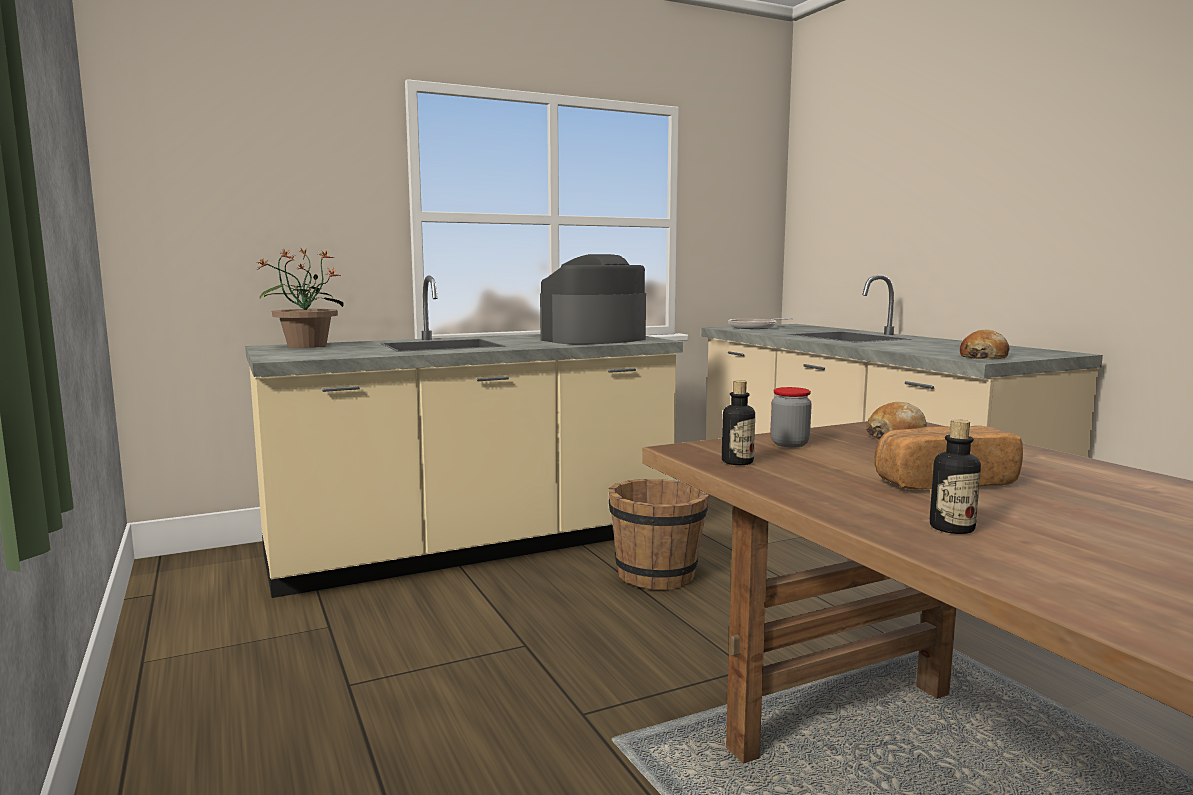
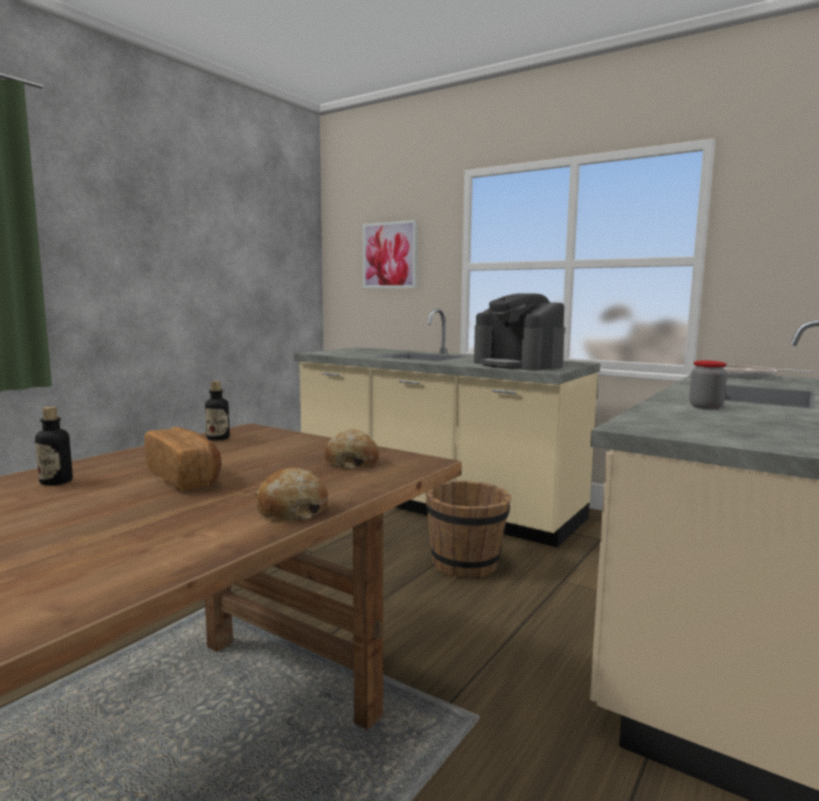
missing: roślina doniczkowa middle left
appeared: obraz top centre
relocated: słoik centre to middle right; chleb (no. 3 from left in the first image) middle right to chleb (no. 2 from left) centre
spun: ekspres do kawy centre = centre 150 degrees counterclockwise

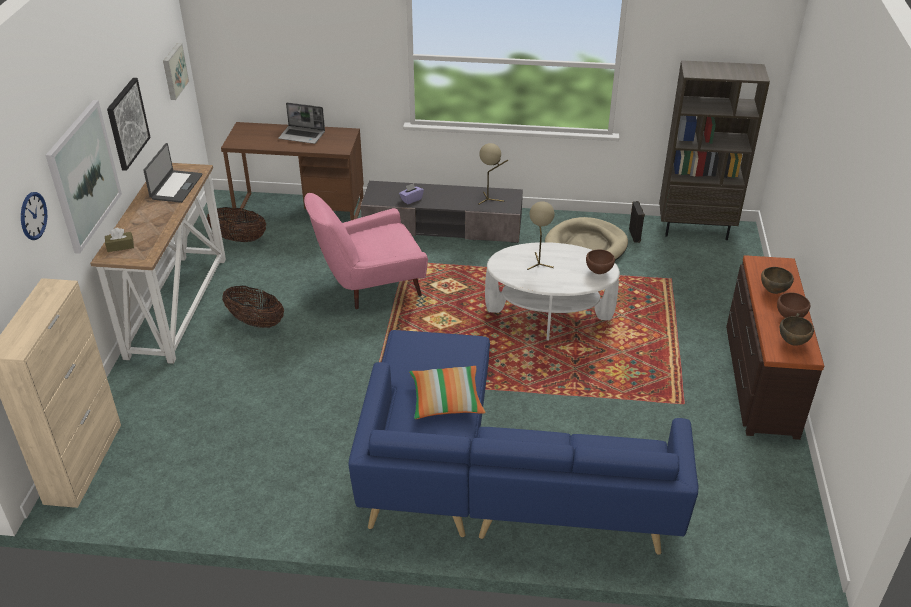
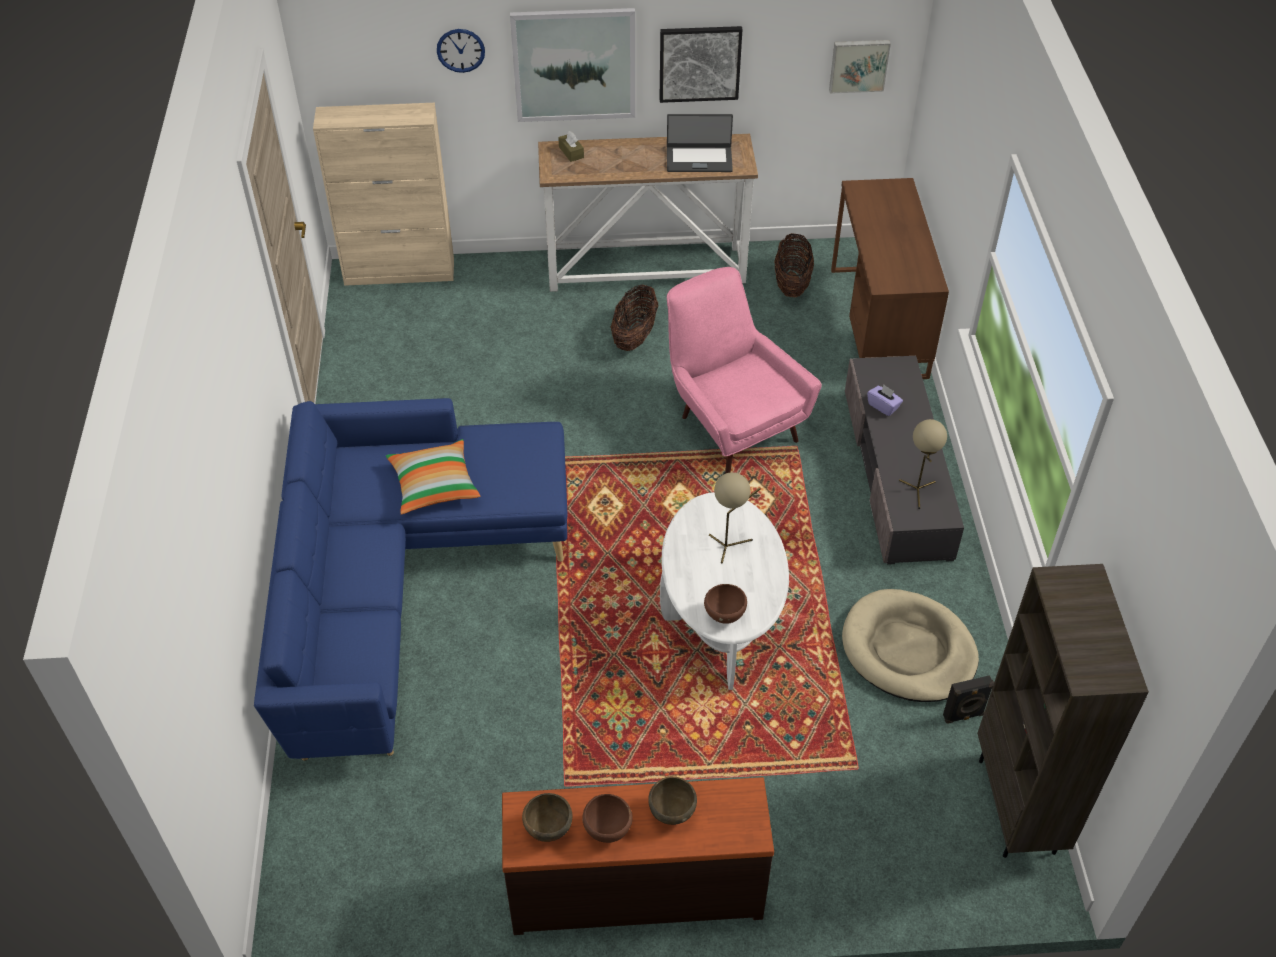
missing: laptop (no. 2 from left) top left

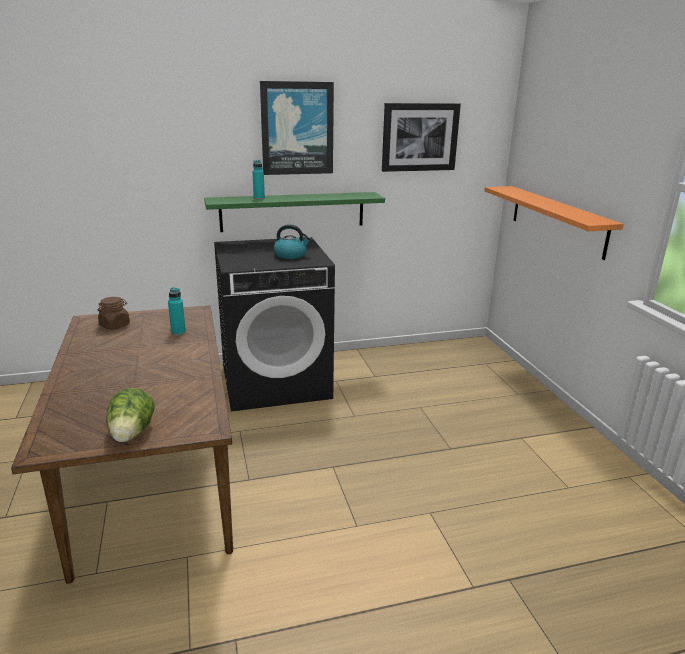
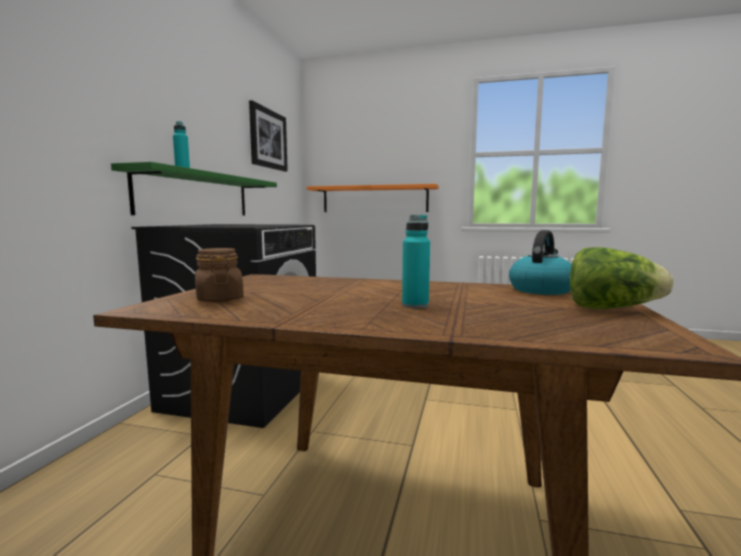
missing: obraz (no. 1 from left) top centre
relocated: butelka [turkusowy] (no. 1 from left in the first image) middle left to butelka [turkusowy] (no. 2 from left) centre; czajnik centre to middle right

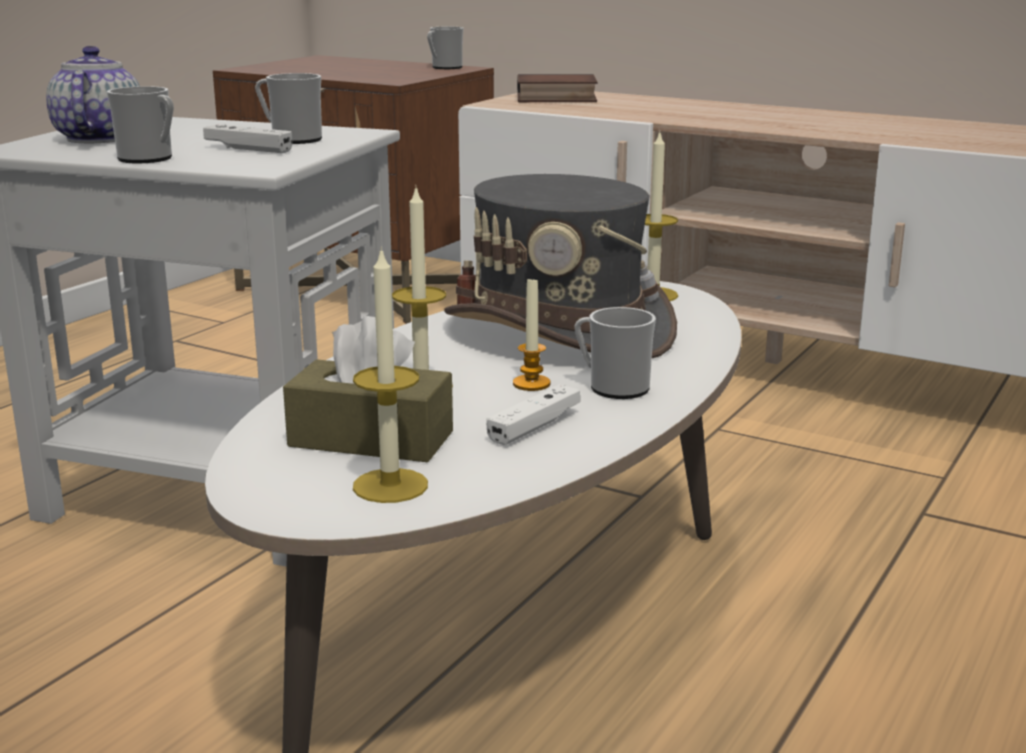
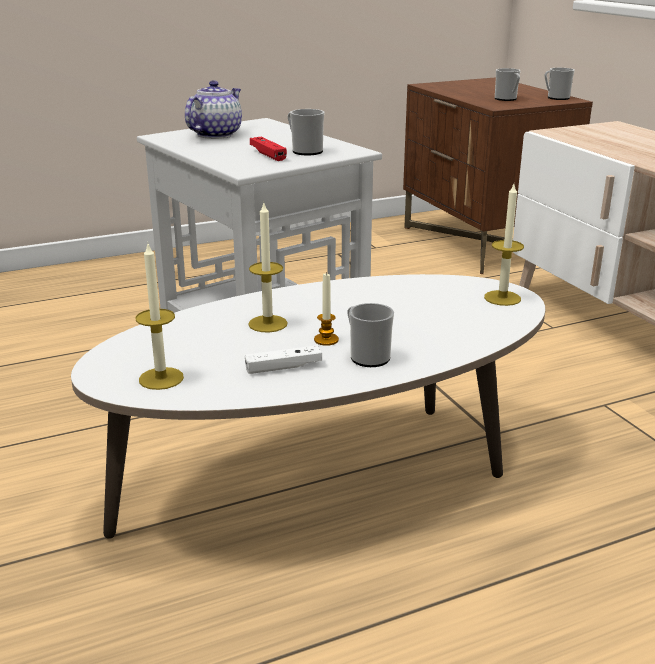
missing: pudełko chusteczek [brązowy] centre; kapelusz [szary] centre; książka top centre
relocated: kubek (no. 1 from left in the first image) top left to kubek (no. 3 from left) top right
colour: pad do gier [biały] (no. 1 from left) top left to pad do gier [czerwony] top centre

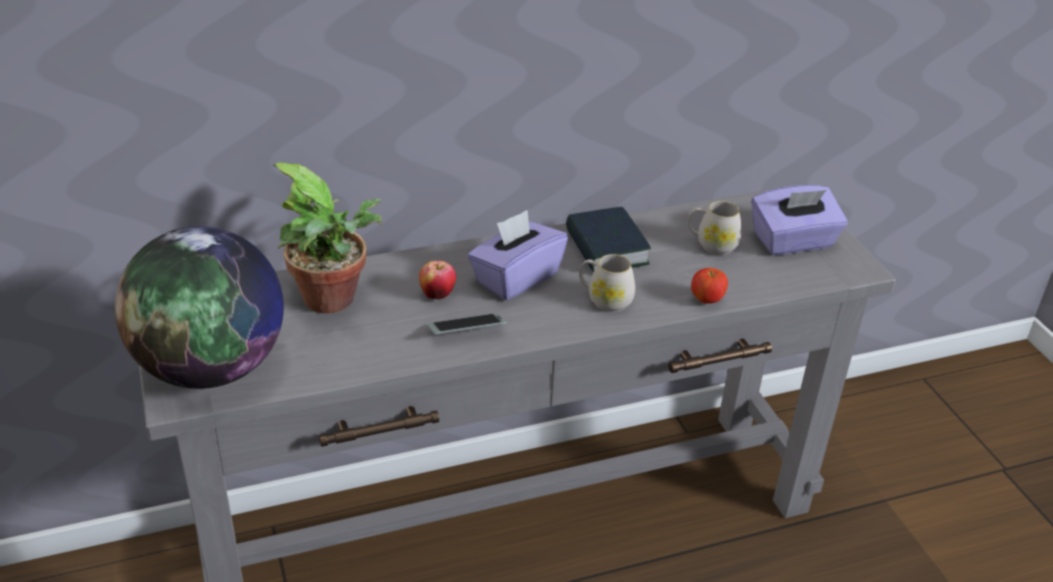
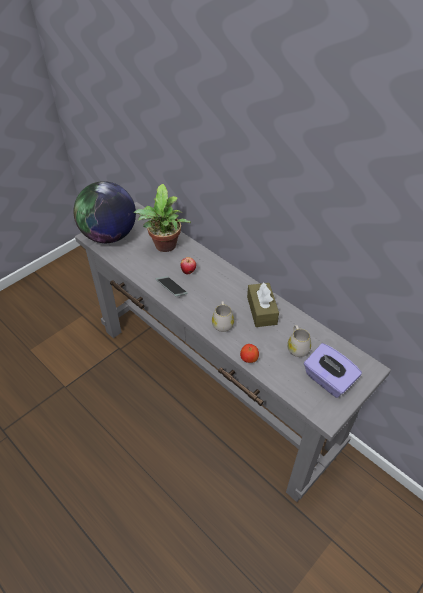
missing: pudełko chusteczek [fioletowy] (no. 1 from left) centre
exchanged: książka centre to pudełko chusteczek [brązowy] centre

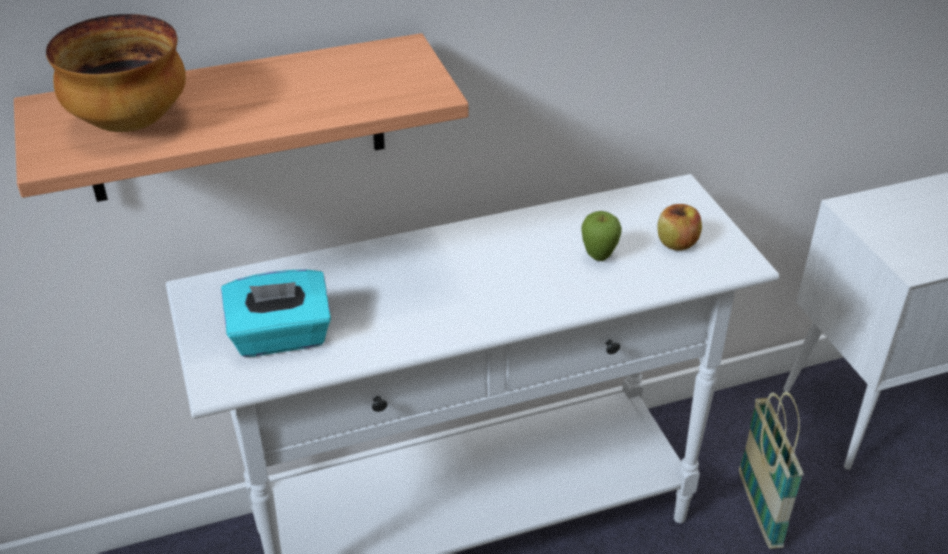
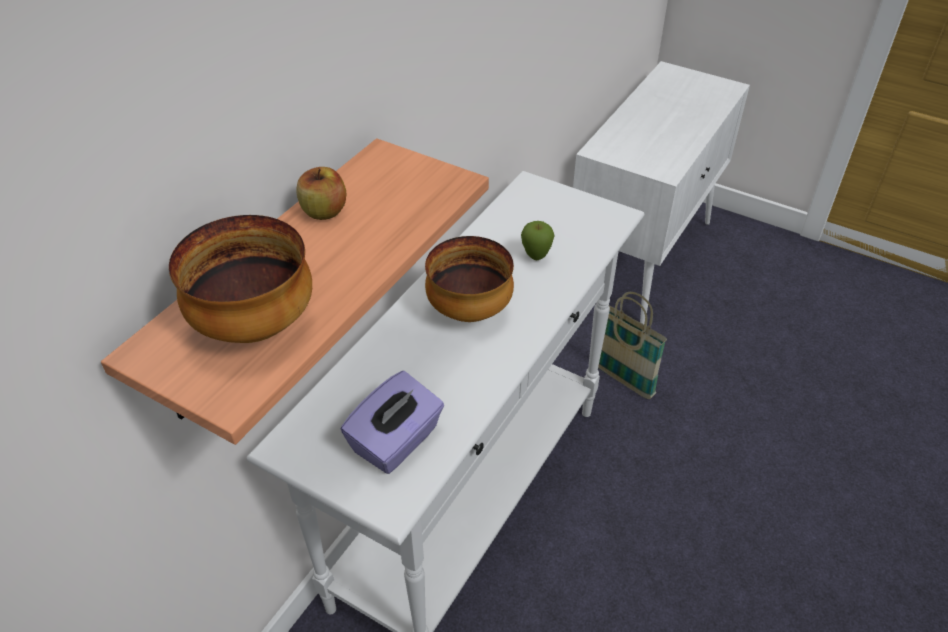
appeared: miska (no. 2 from left) centre
relocated: jabłko (no. 2 from left in the first image) middle right to jabłko (no. 1 from left) top centre
colour: pudełko chusteczek [turkusowy] middle left to pudełko chusteczek [fioletowy] bottom centre

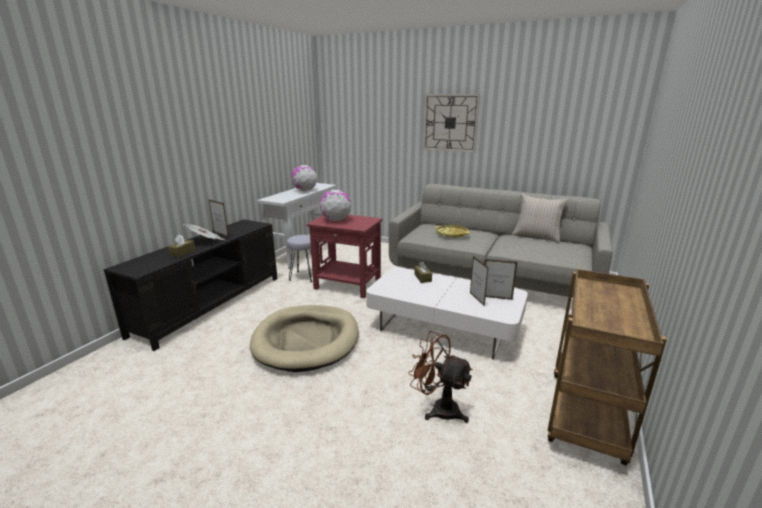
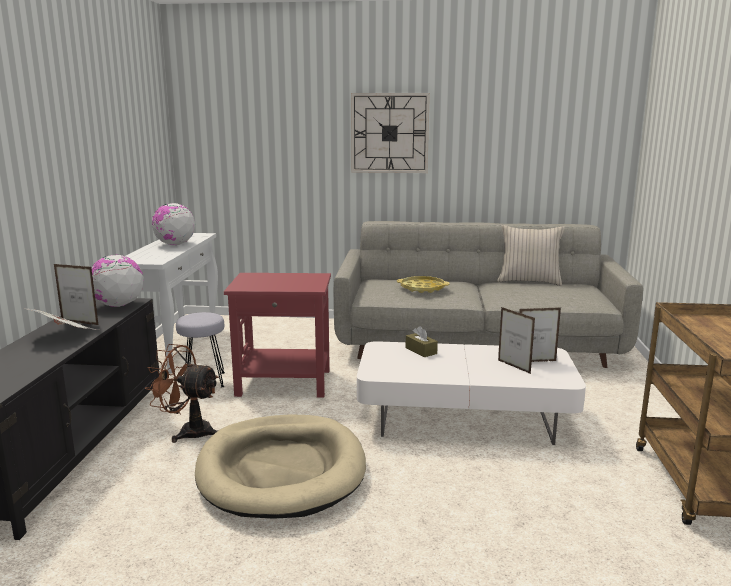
missing: pudełko chusteczek [brązowy] (no. 1 from left) middle left
relocated: globus (no. 2 from left in the first image) centre to globus (no. 1 from left) middle left; wentylator [brązowy] bottom centre to bottom left

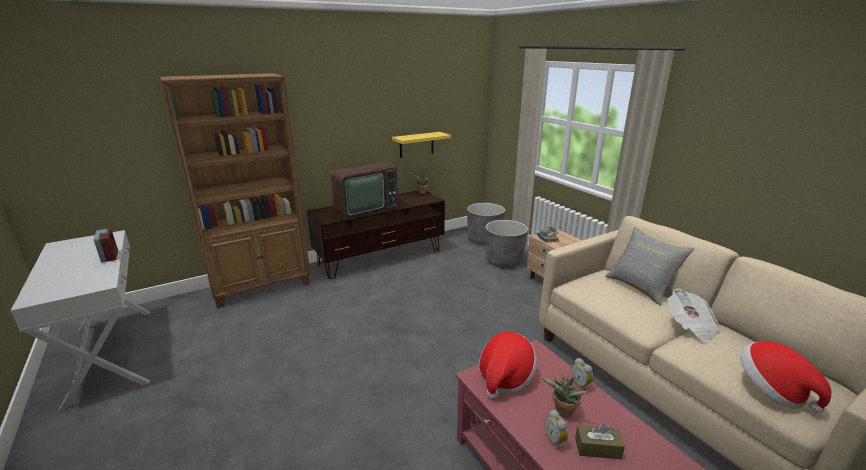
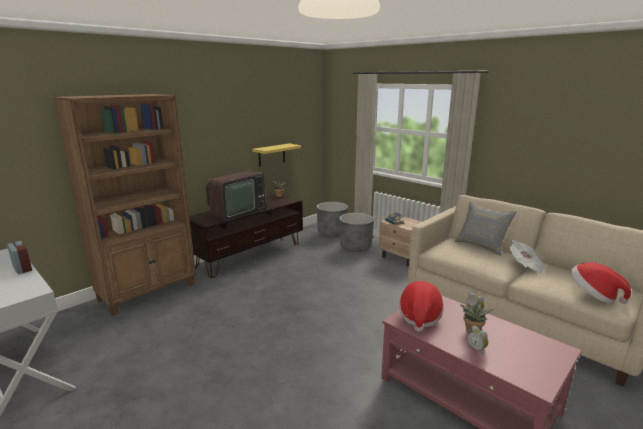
missing: pudełko chusteczek [brązowy] bottom right

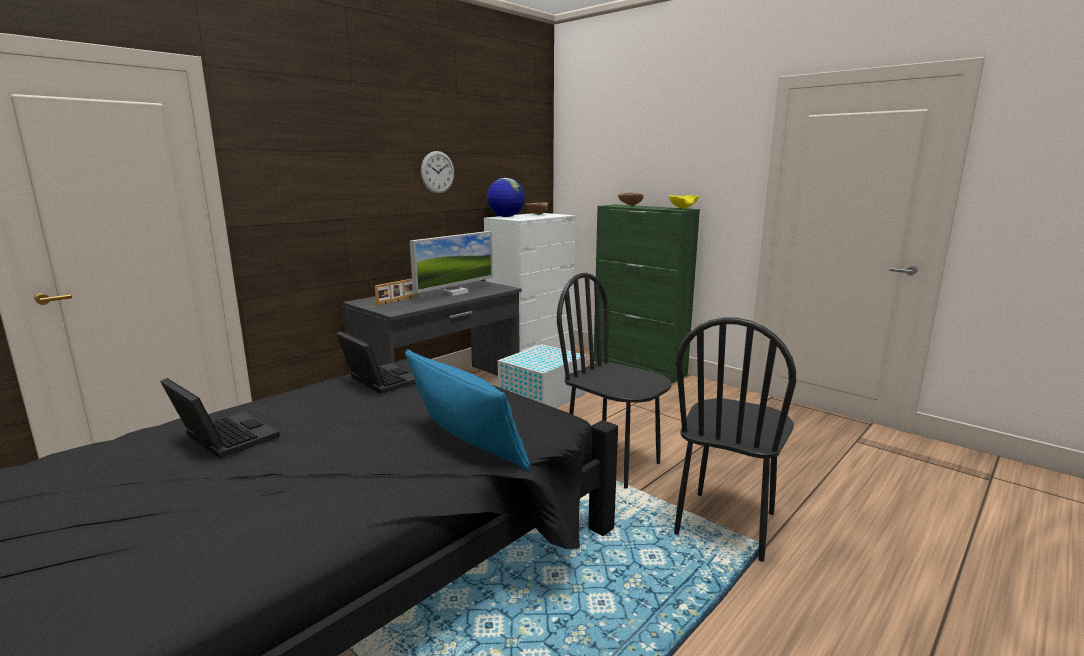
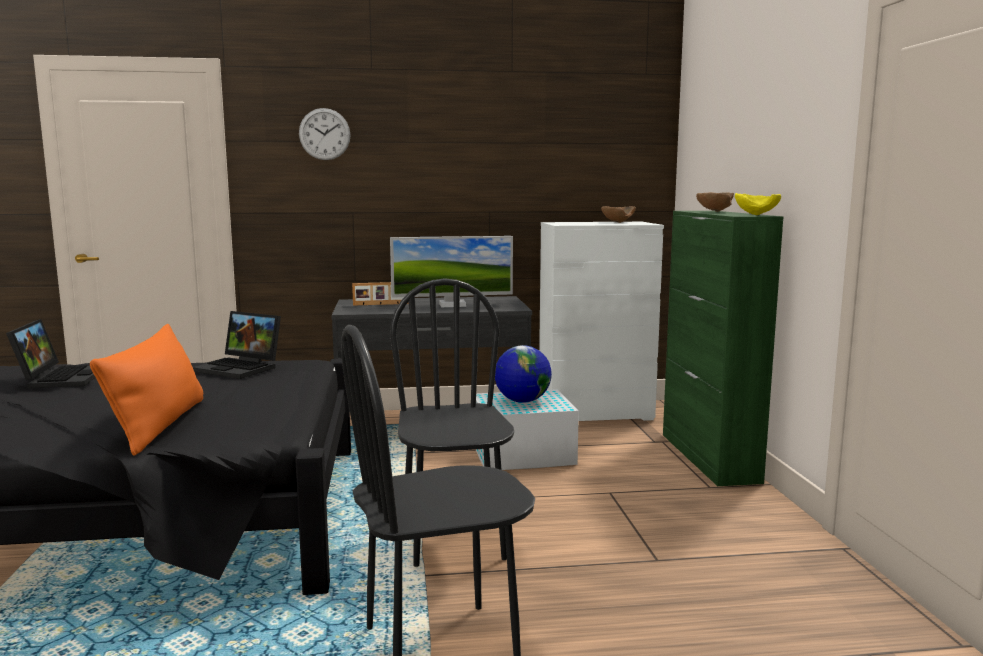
relocated: zegar ścienny top centre to top left; globus top centre to centre
colour: poduszka [niebieski] centre to poduszka [pomarańczowy] middle left
spun: laptop (no. 2 from left) centre = middle left 120 degrees clockwise

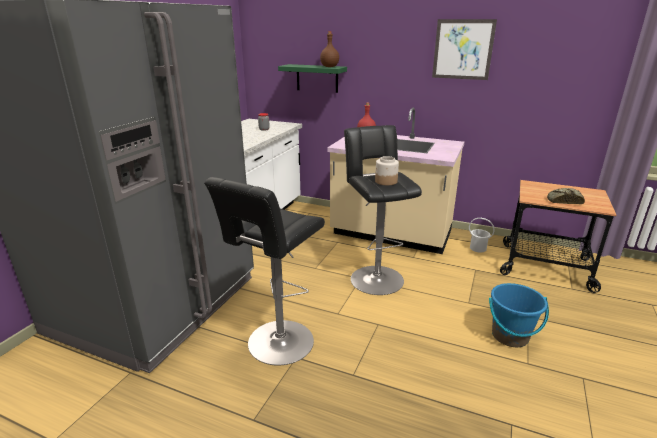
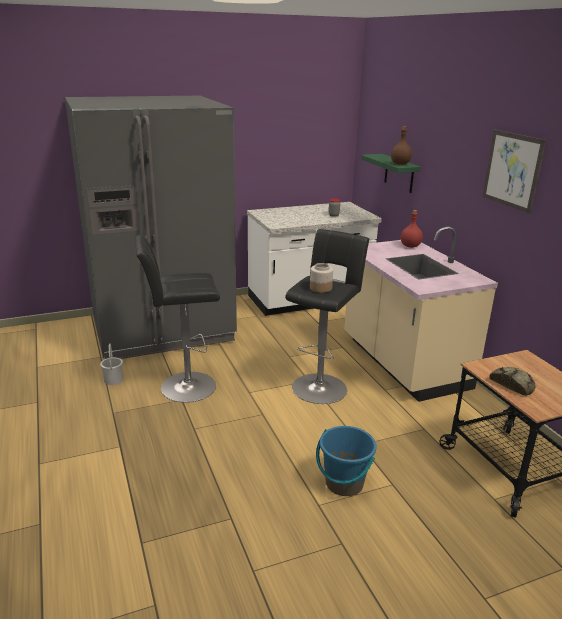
relocated: wiadro [biały] middle right to middle left

